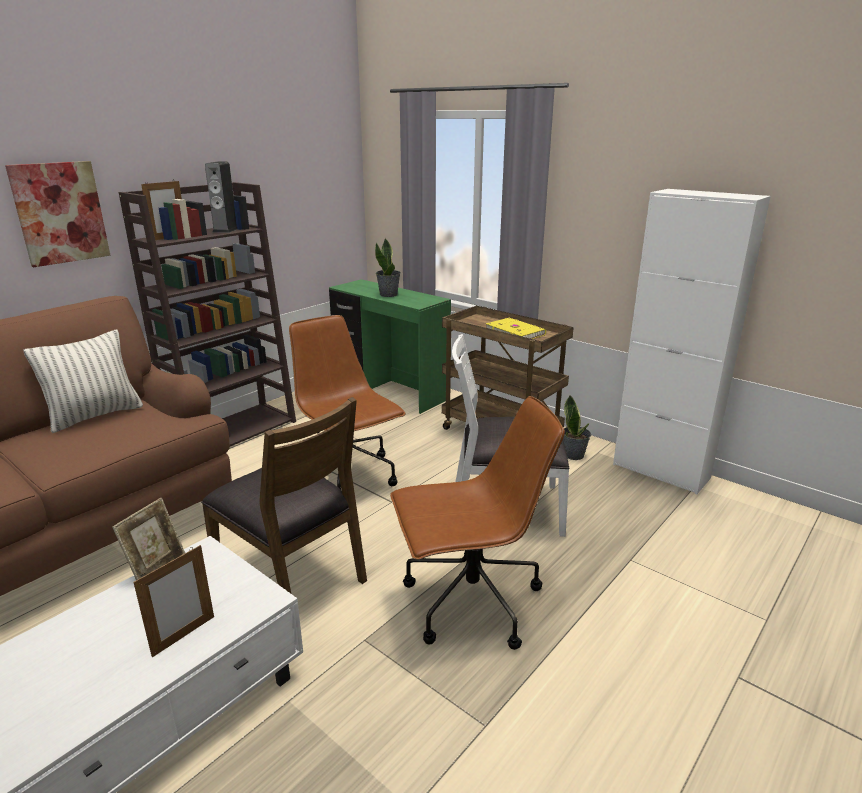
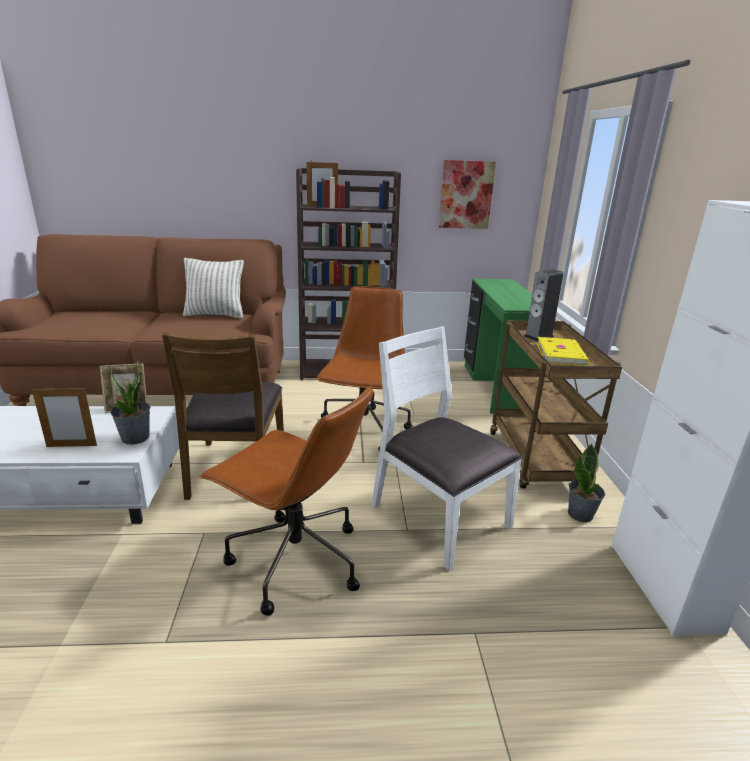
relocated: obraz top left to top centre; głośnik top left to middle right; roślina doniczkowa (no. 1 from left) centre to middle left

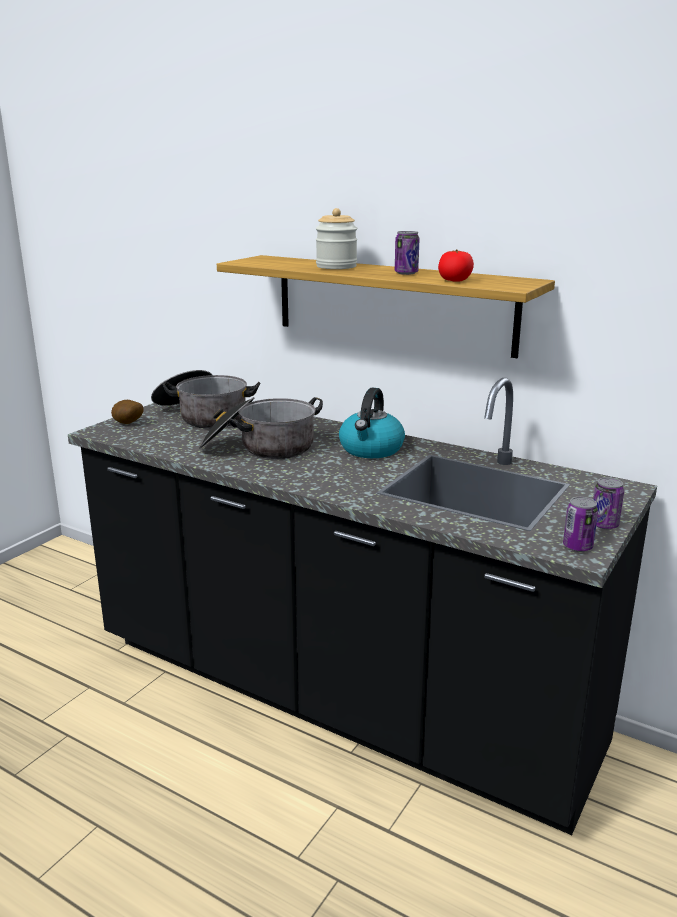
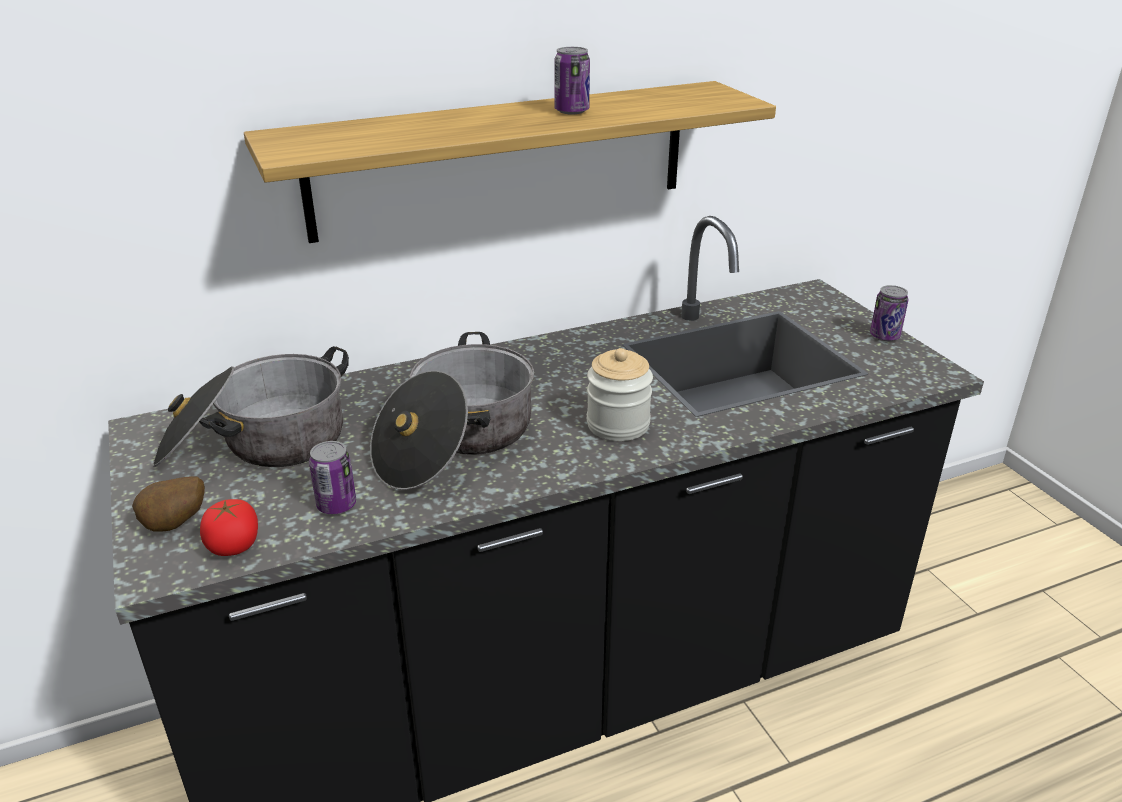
missing: czajnik centre
relocated: słoik top centre to centre; pomidor top right to middle left; puszka (no. 2 from left in the first image) middle right to puszka (no. 1 from left) middle left

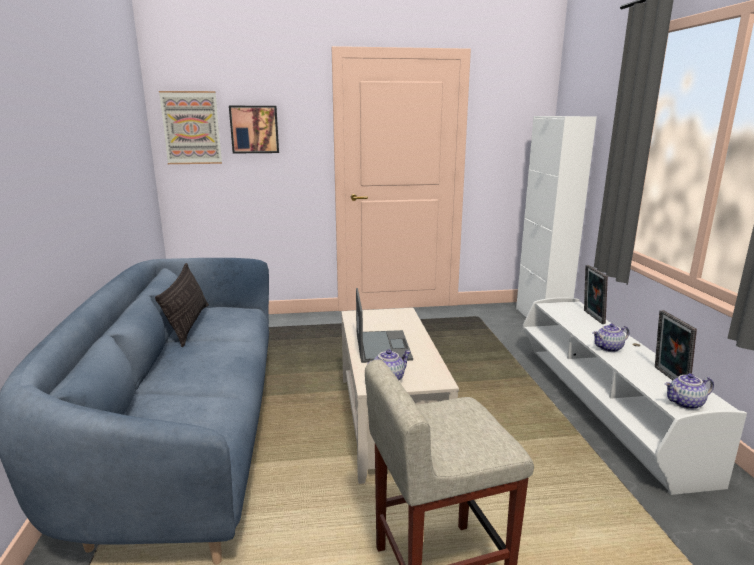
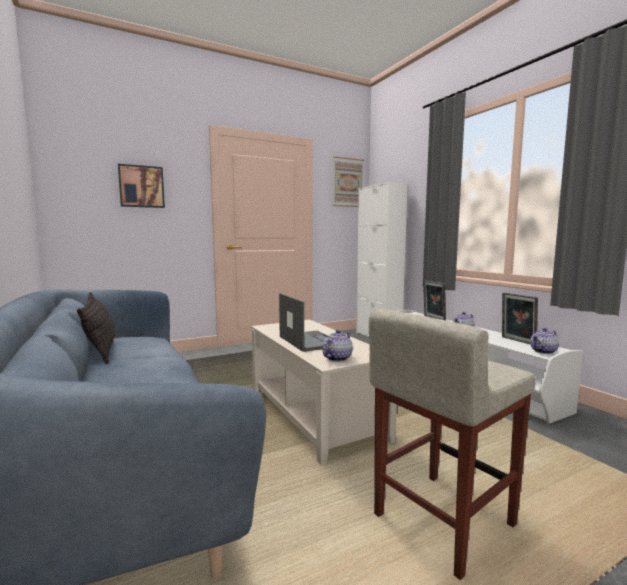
relocated: obraz (no. 1 from left in the first image) top left to obraz (no. 2 from left) top centre

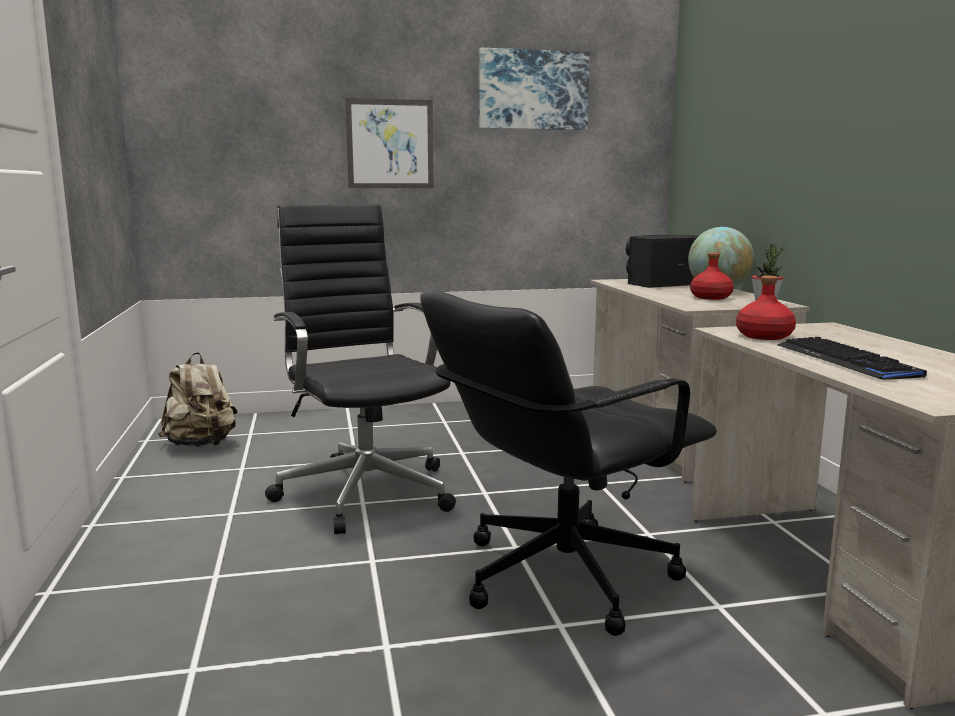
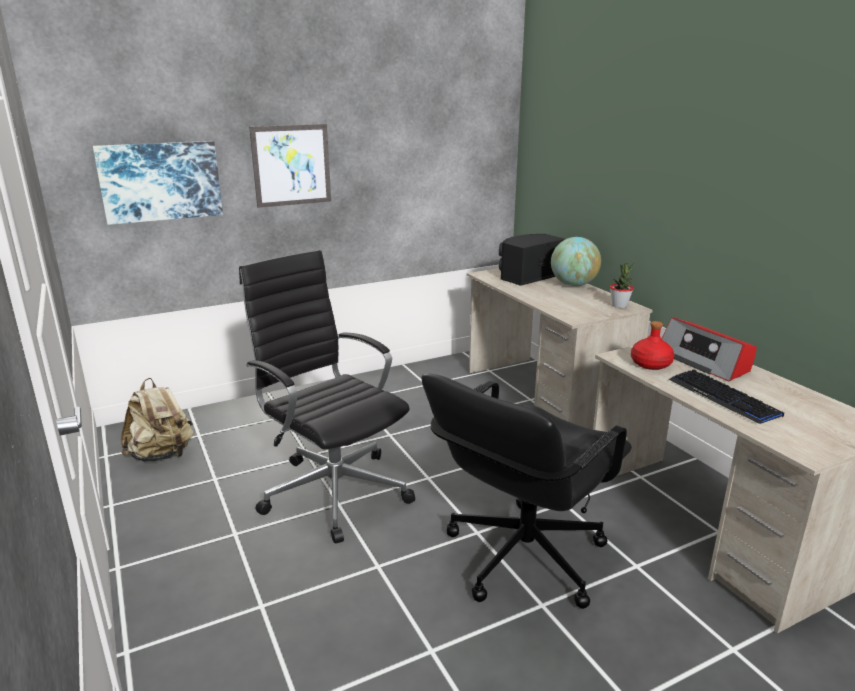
missing: butelka [czerwony] (no. 1 from left) middle right
appeared: radio middle right
relocated: obraz (no. 2 from left in the first image) top centre to obraz (no. 1 from left) top left

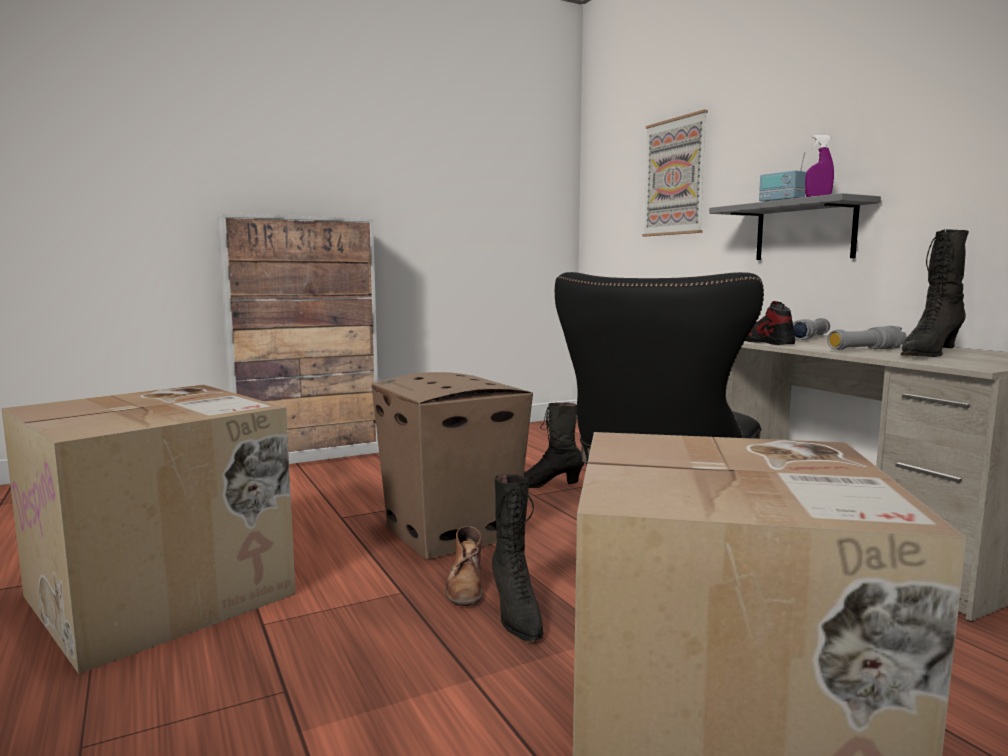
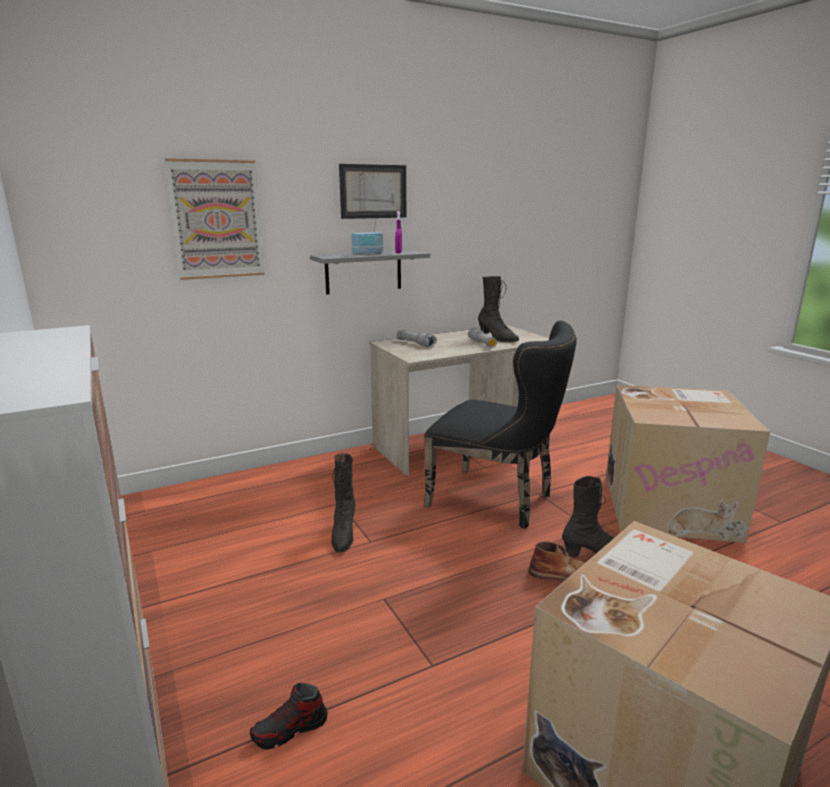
missing: karton (no. 2 from left) centre
appeared: obraz (no. 2 from left) top centre
relocated: but middle right to bottom centre

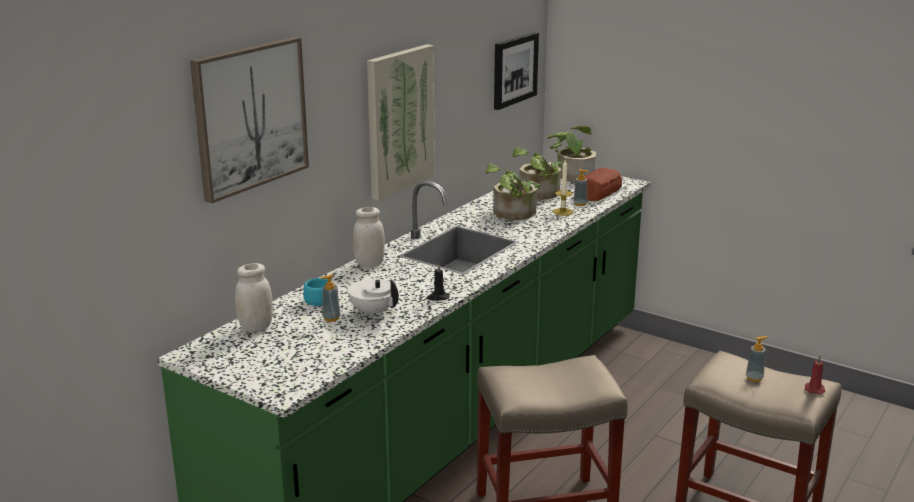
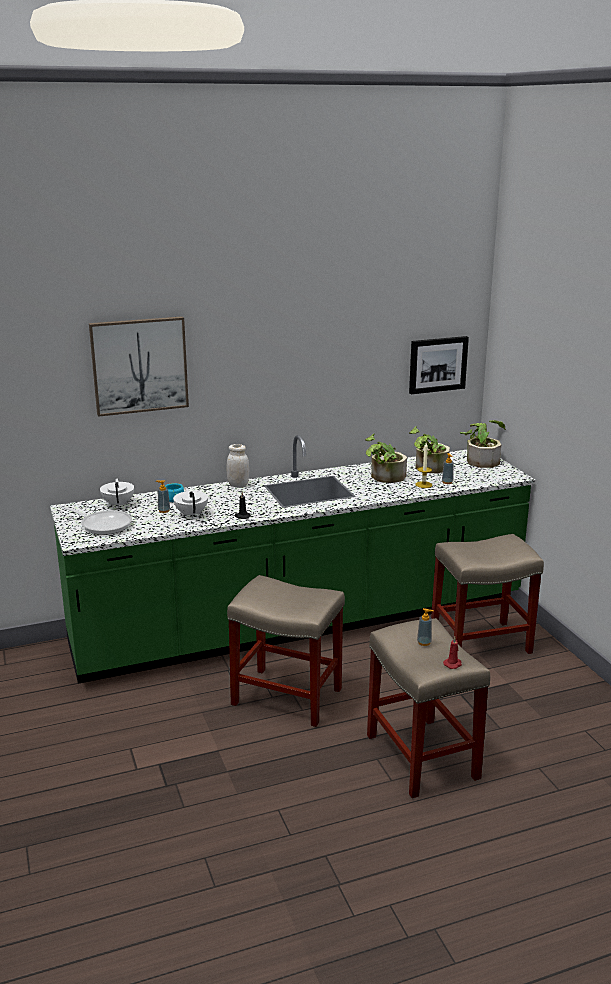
missing: obraz (no. 2 from left) top centre; chleb centre
appeared: patelnia middle left; stołek [beżowy] (no. 3 from left) middle right
exchanged: słoik [biały] (no. 1 from left) middle left to imbryk [biały] (no. 1 from left) middle left

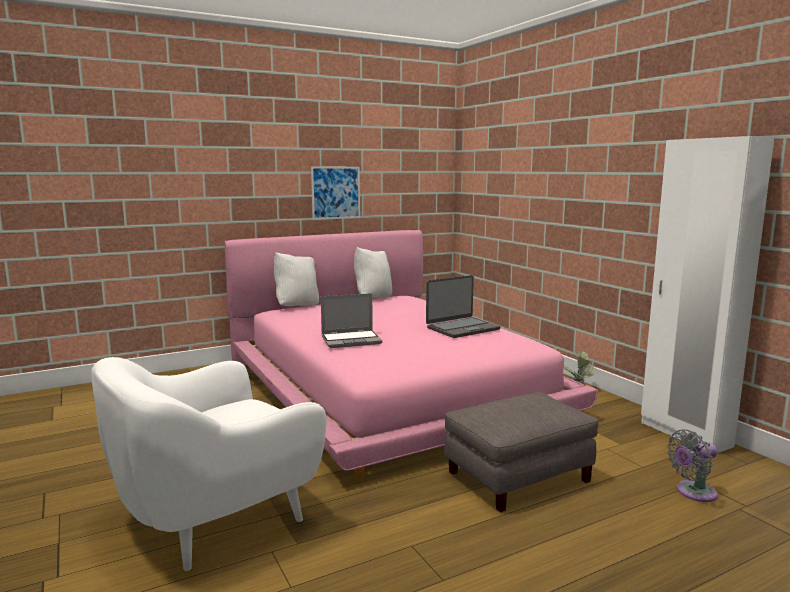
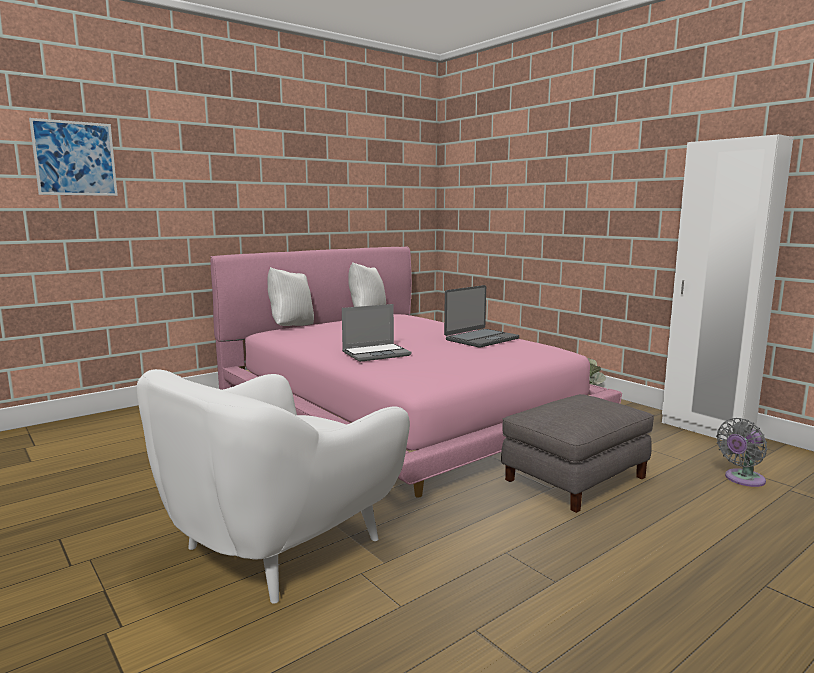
relocated: obraz top centre to top left

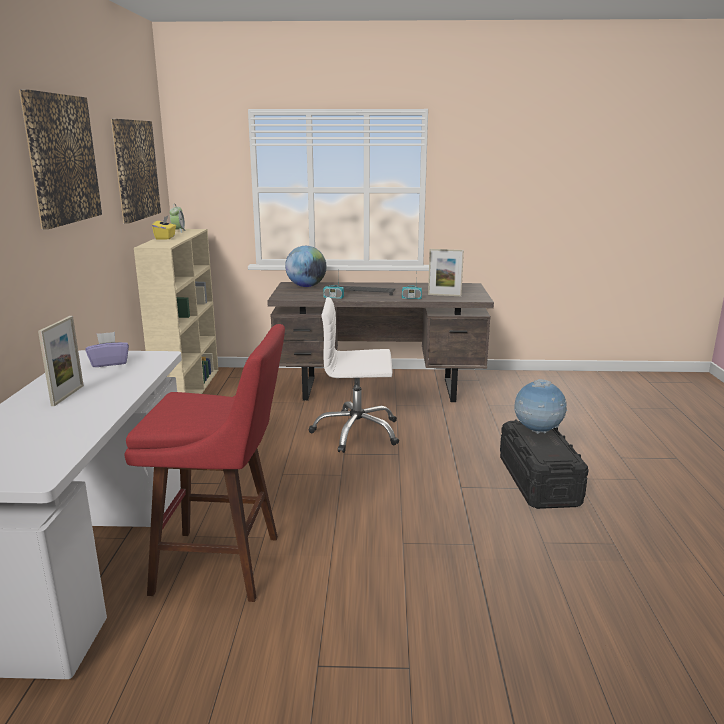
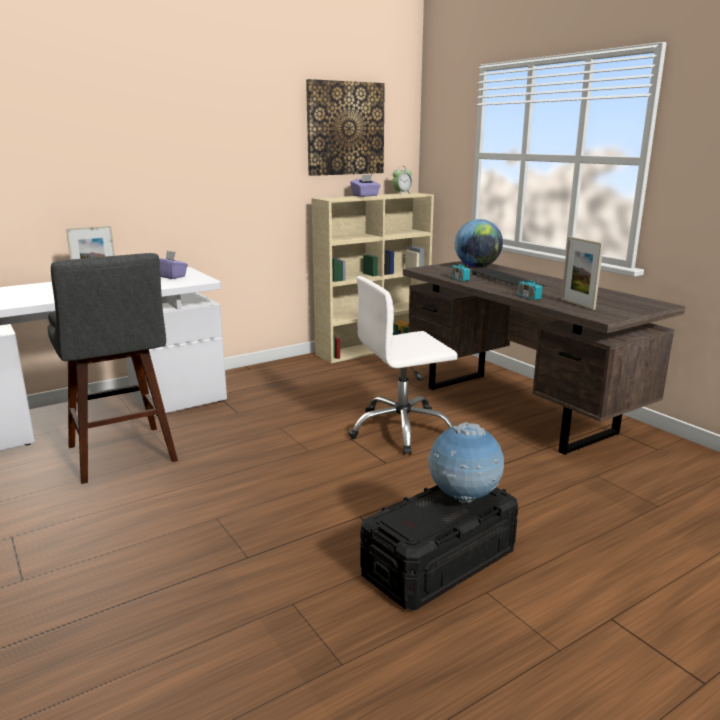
missing: obraz (no. 1 from left) top left
colour: stołek [czerwony] middle left to stołek [szary] middle left; pudełko chusteczek [żółty] top left to pudełko chusteczek [fioletowy] (no. 2 from left) top centre
spun: krzesło biurowe [biały] centre = centre 75 degrees counterclockwise

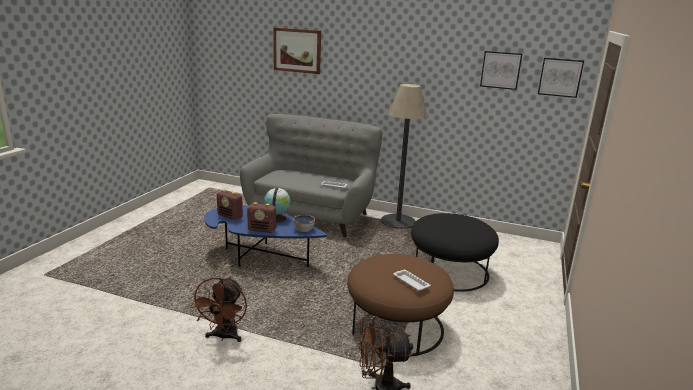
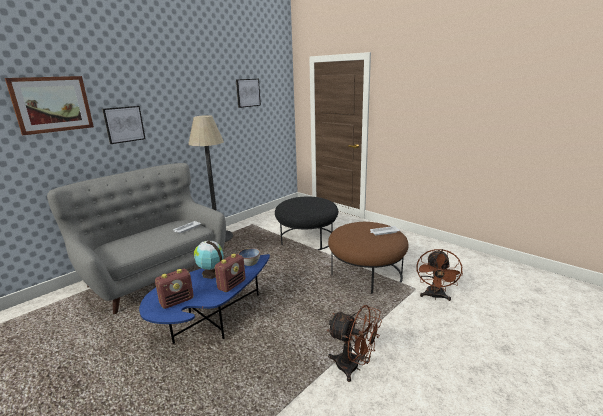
relocated: obraz (no. 3 from left in the first image) top right to obraz (no. 2 from left) top left

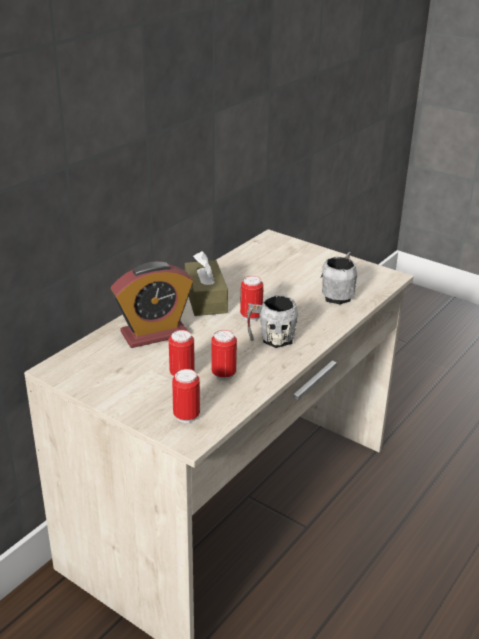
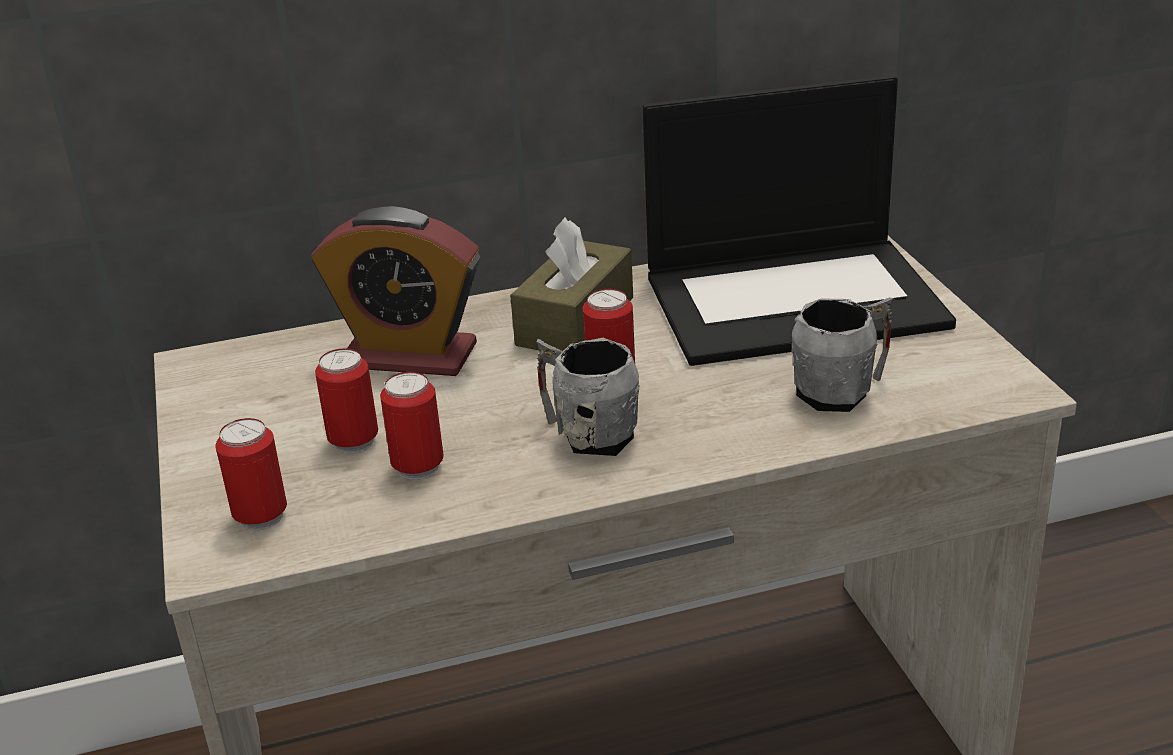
appeared: laptop top right

